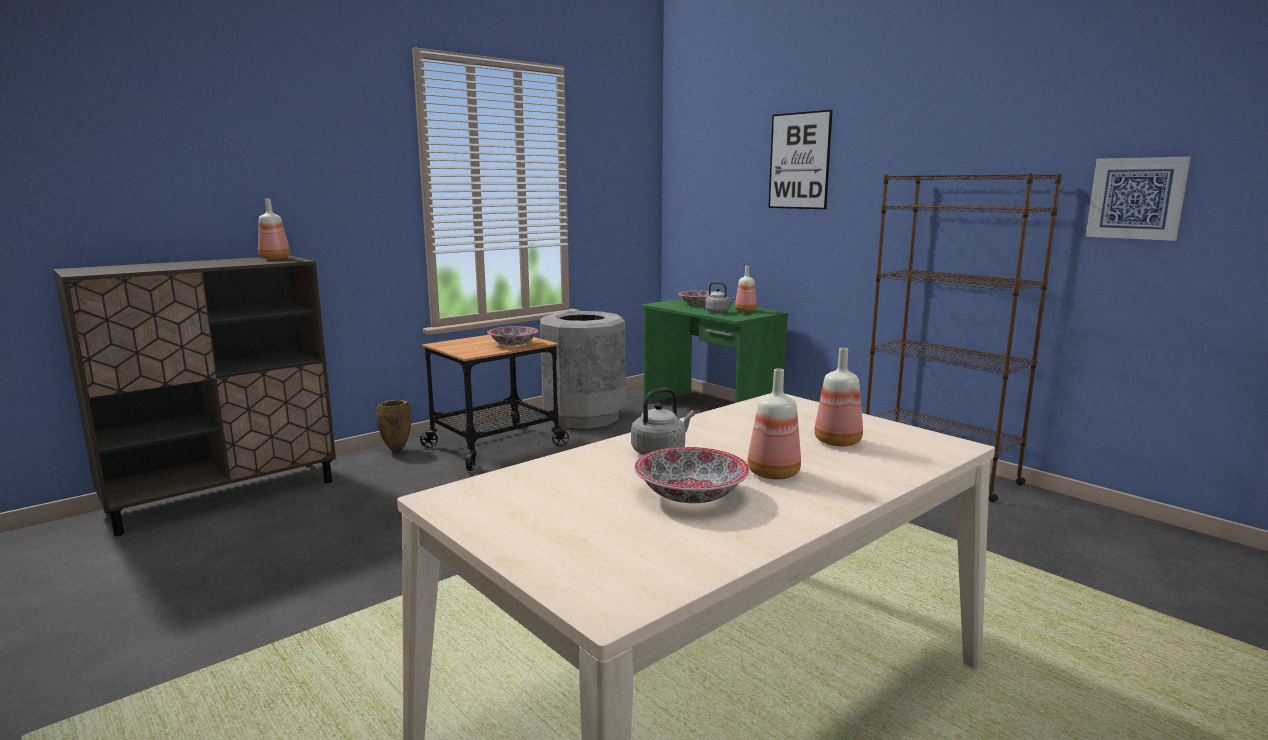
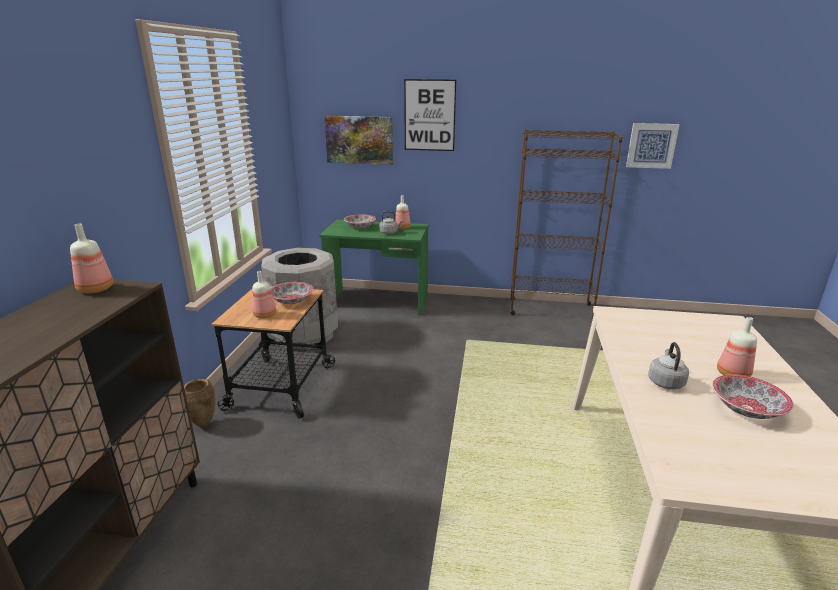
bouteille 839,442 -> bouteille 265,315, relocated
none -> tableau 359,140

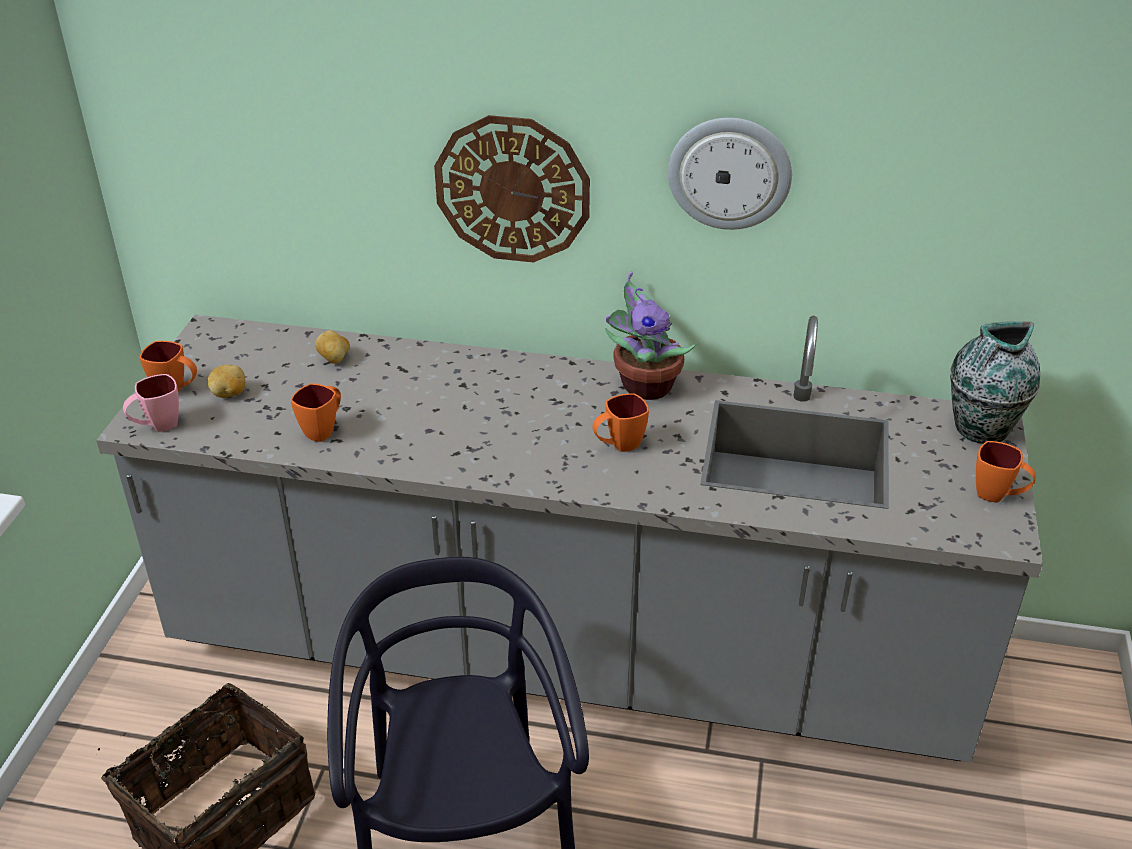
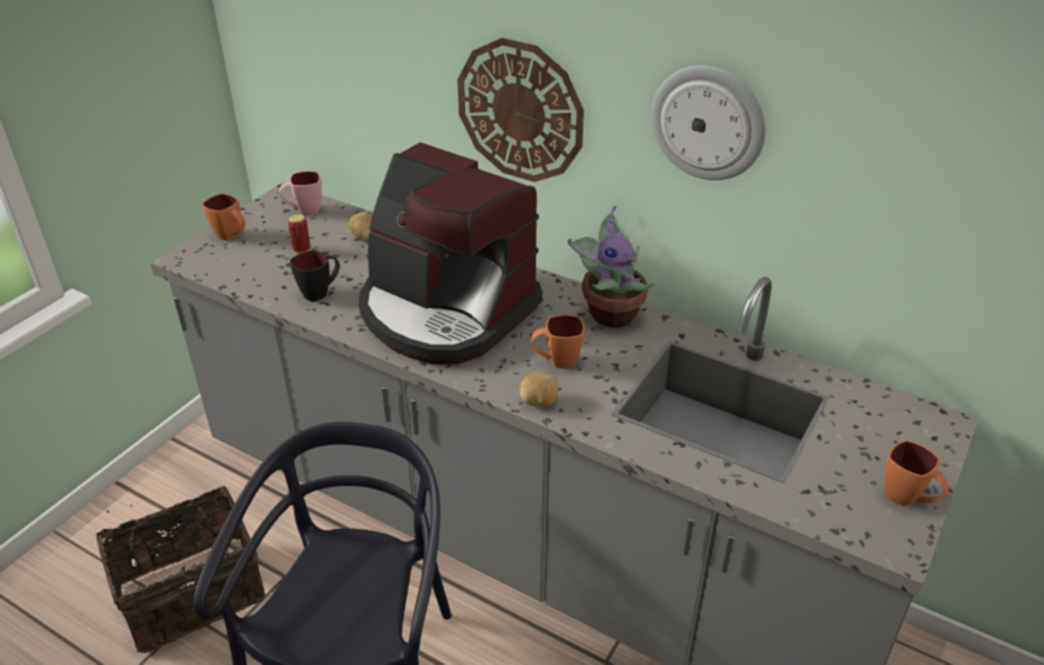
mug [rose] 157,426 -> mug [rose] 304,211, relocated
pomme de terre 229,394 -> pomme de terre 539,402, relocated
mug [orange] 323,429 -> mug [noir] 320,292
vase 980,429 -> none
none -> boîte métallique 302,251
none -> machine à café 445,312

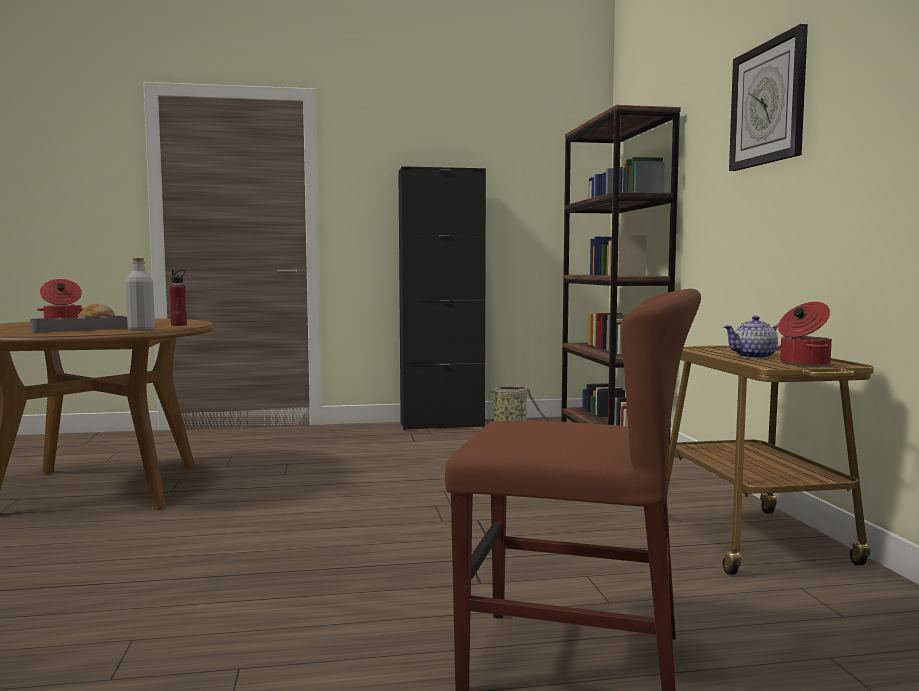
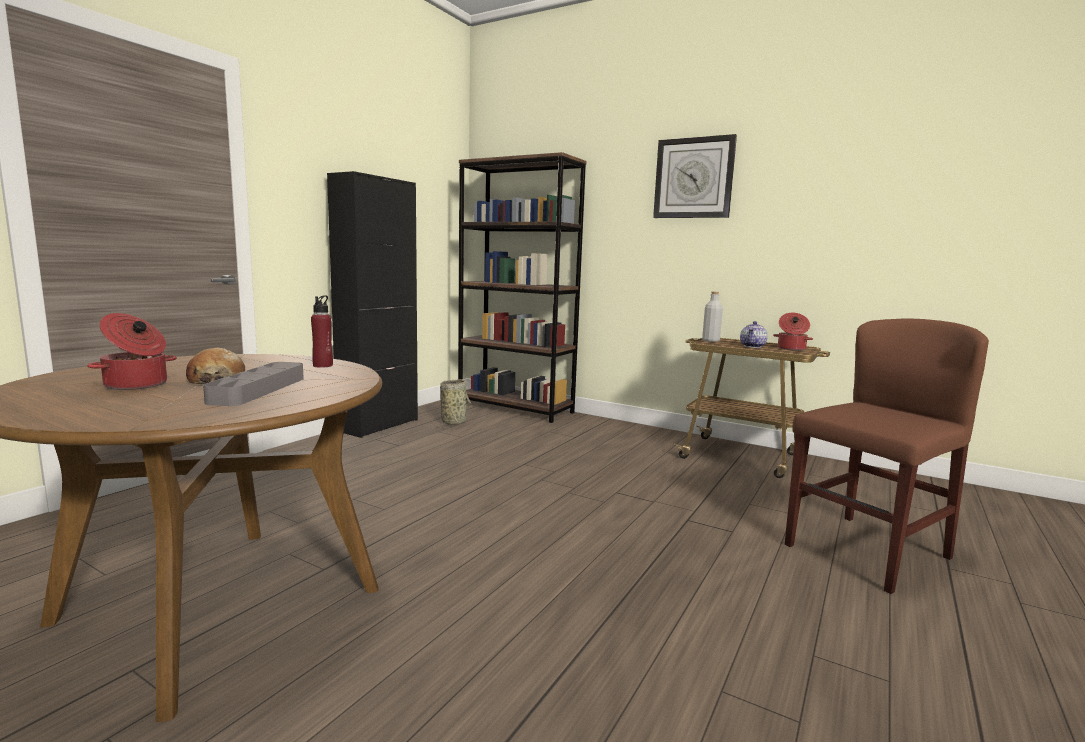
bouteille [gris] 141,330 -> bouteille [gris] 710,340, relocated

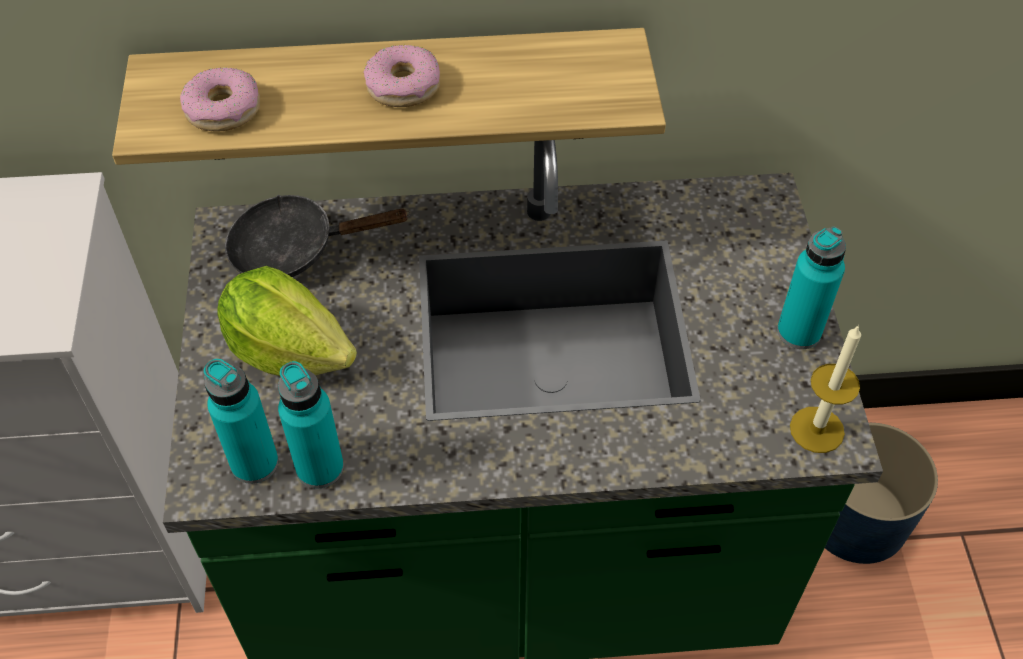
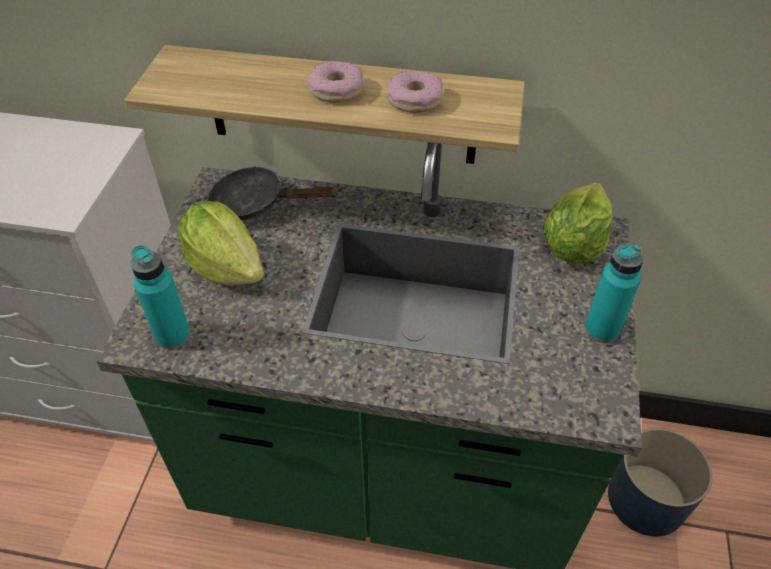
beignet 223,109 -> beignet 415,99, relocated
bouteille [turquoise] 320,467 -> none
bougie 817,429 -> none
none -> laitue 573,244

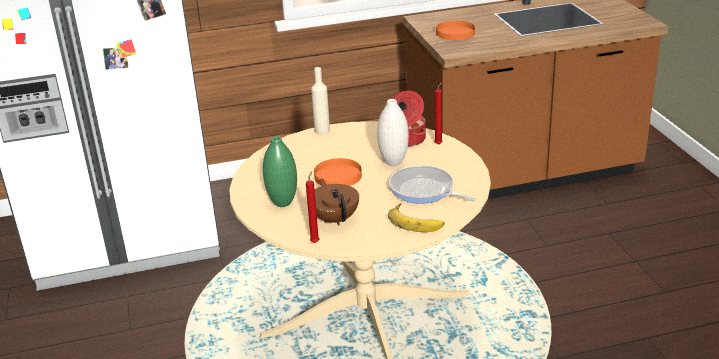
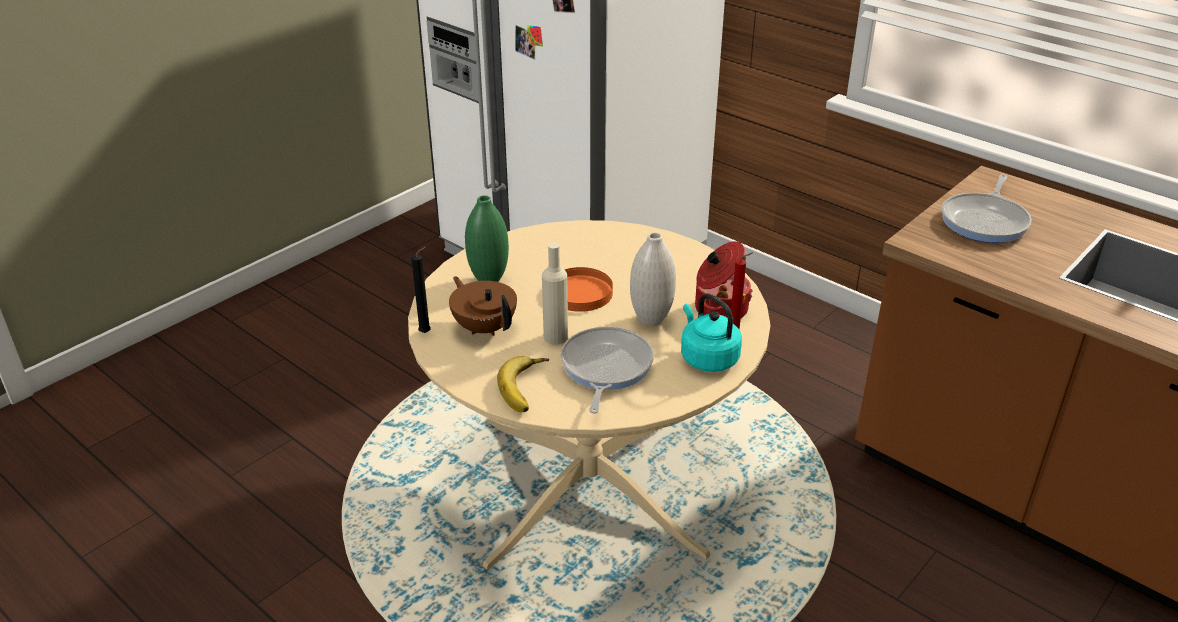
bougie [rouge] 315,242 -> bougie [noir] 427,332
bouteille [beige] 322,131 -> bouteille [beige] 555,337, relocated
théière [marron] 335,219 -> théière [marron] 484,327, 75 degrees counterclockwise
assiette [orange] 455,33 -> poêle 985,221
none -> bouilloire [turquoise] 707,358

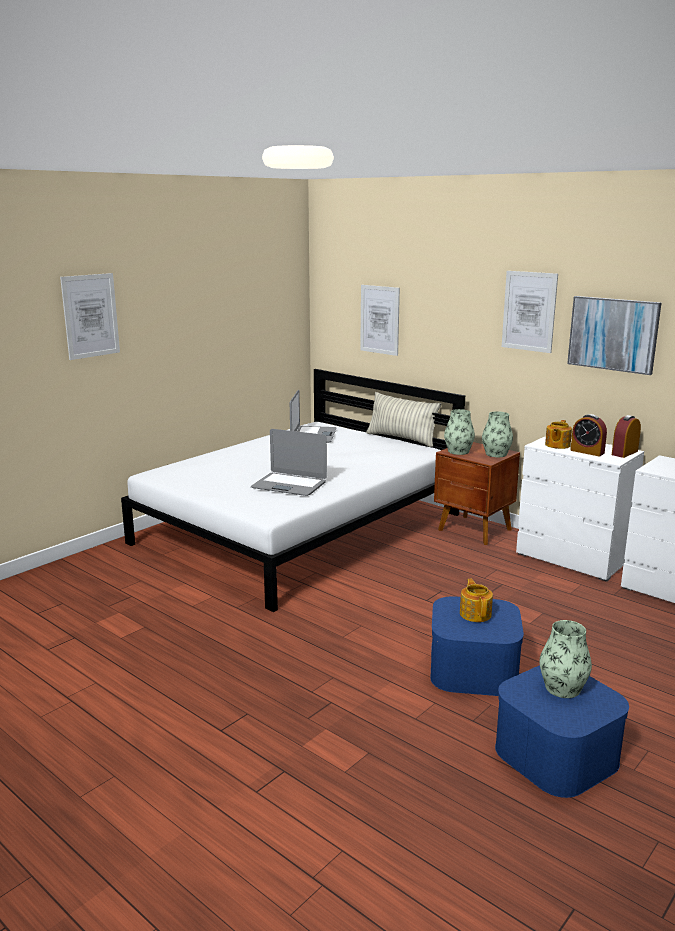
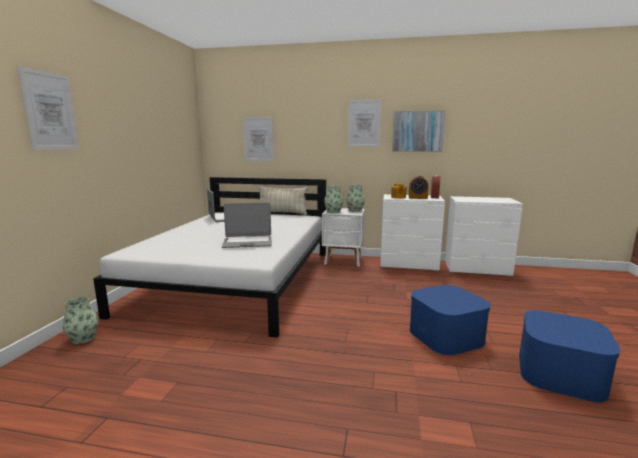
table de chevet [marron] 474,530 -> table de chevet [blanc] 344,261
théière 475,614 -> none
vase 562,688 -> vase 83,338, relocated

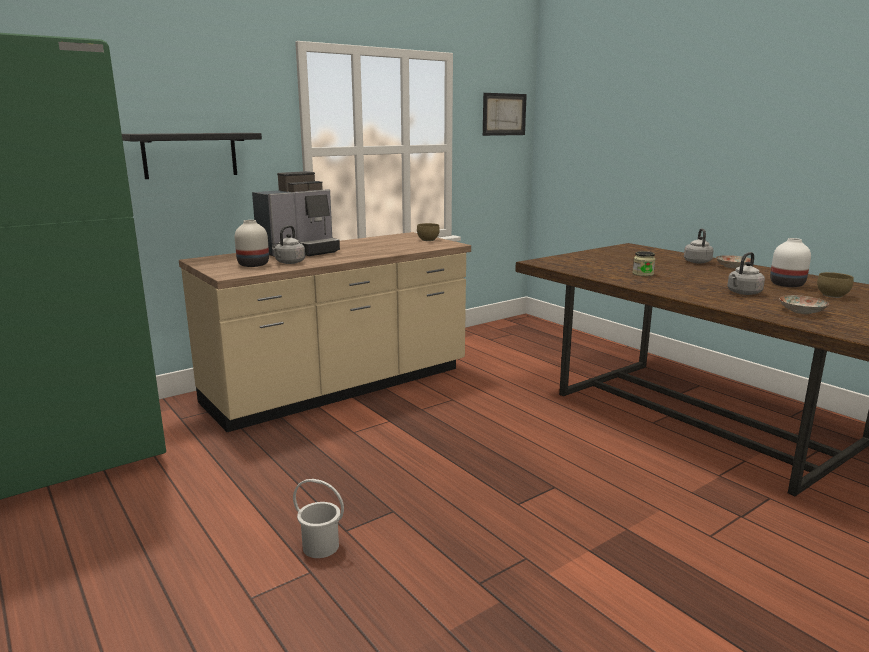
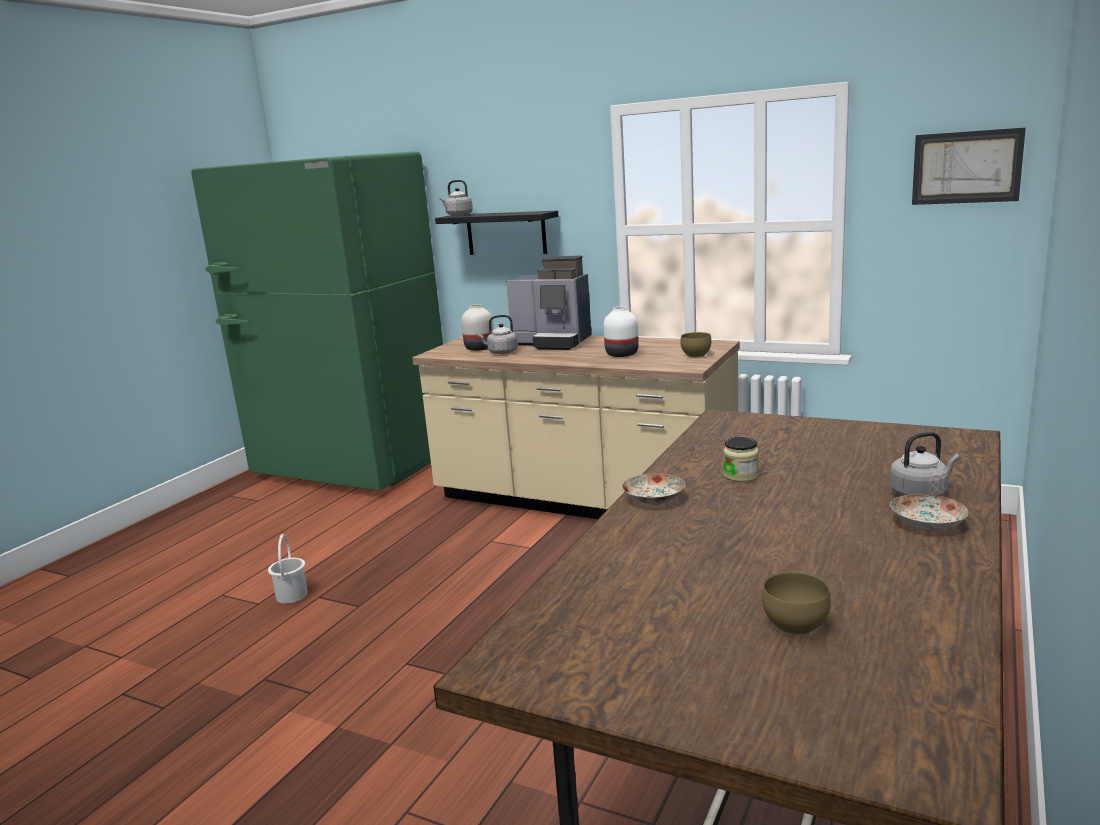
bouilloire [gris] 743,293 -> bouilloire [gris] 458,215, relocated
vase [blanc] 786,284 -> vase [blanc] 622,354, relocated
assiette 802,311 -> assiette 653,500, relocated

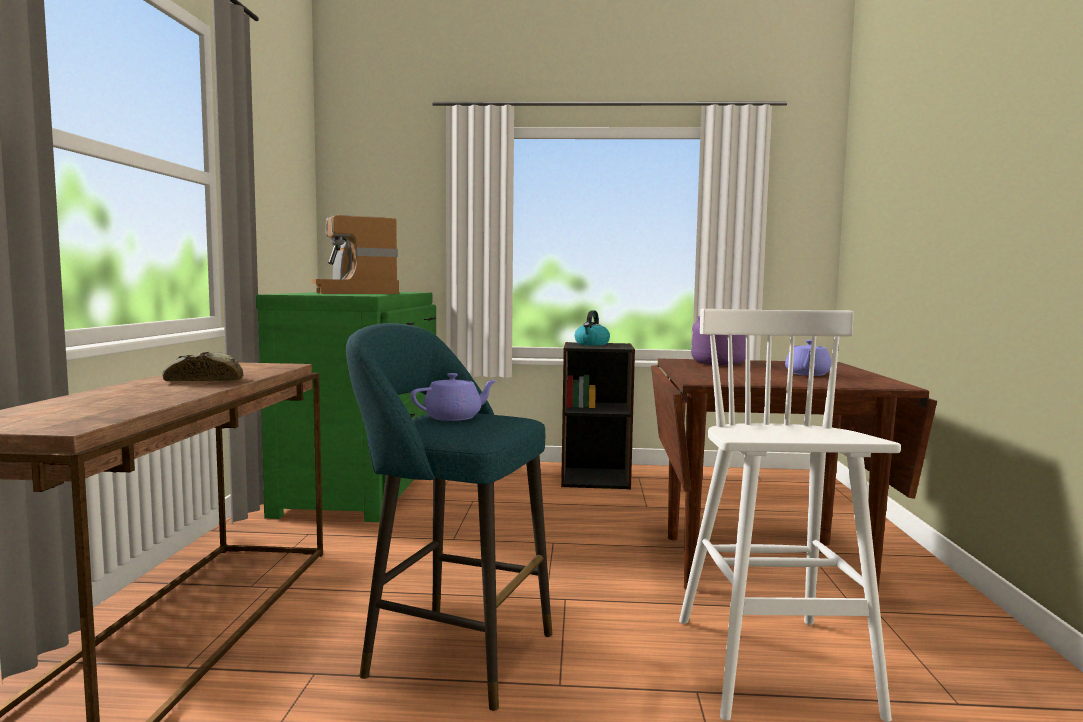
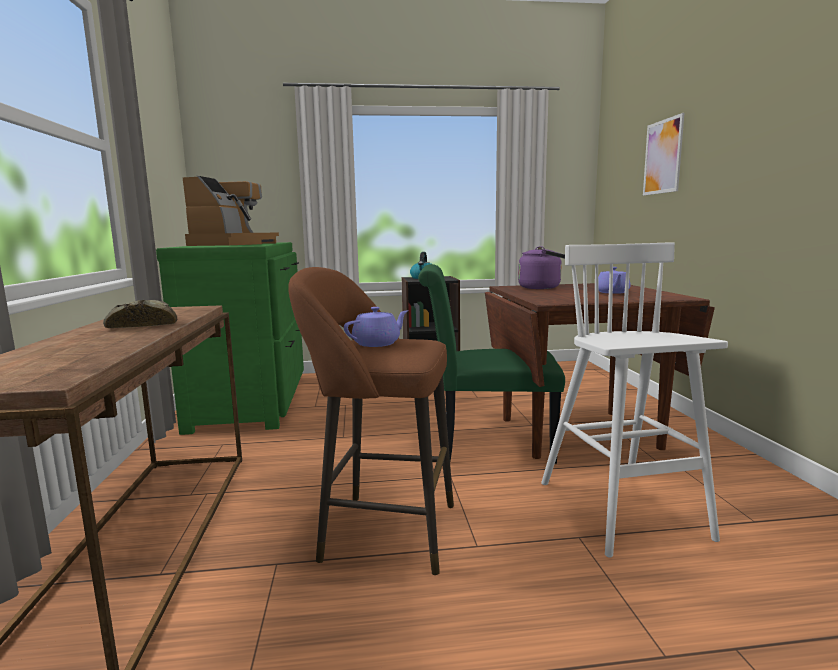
machine à café 353,293 -> machine à café 233,244, 135 degrees counterclockwise
tabouret [turquoise] 450,652 -> tabouret [marron] 381,530
none -> chaise [vert] 486,445
none -> tableau 663,157

